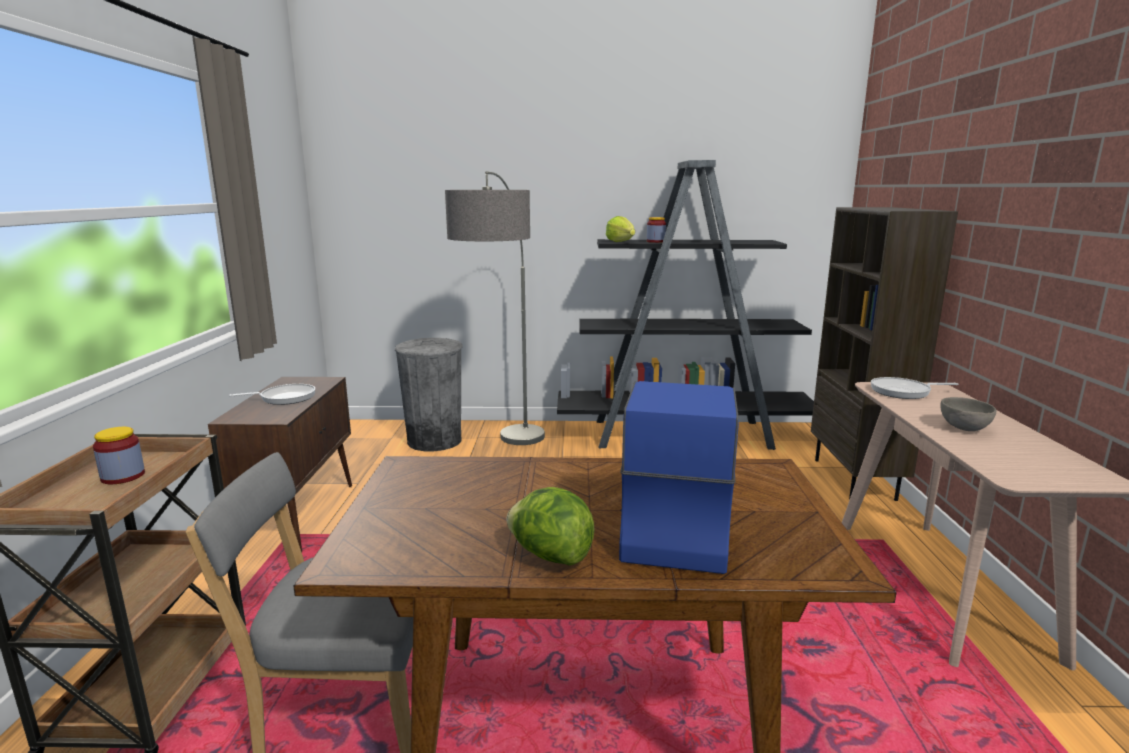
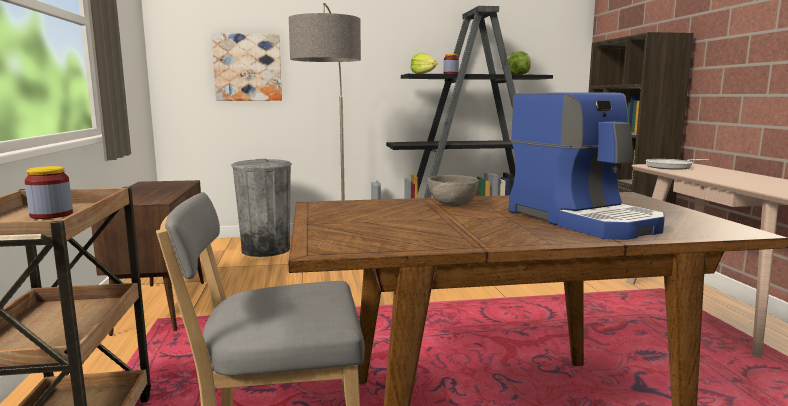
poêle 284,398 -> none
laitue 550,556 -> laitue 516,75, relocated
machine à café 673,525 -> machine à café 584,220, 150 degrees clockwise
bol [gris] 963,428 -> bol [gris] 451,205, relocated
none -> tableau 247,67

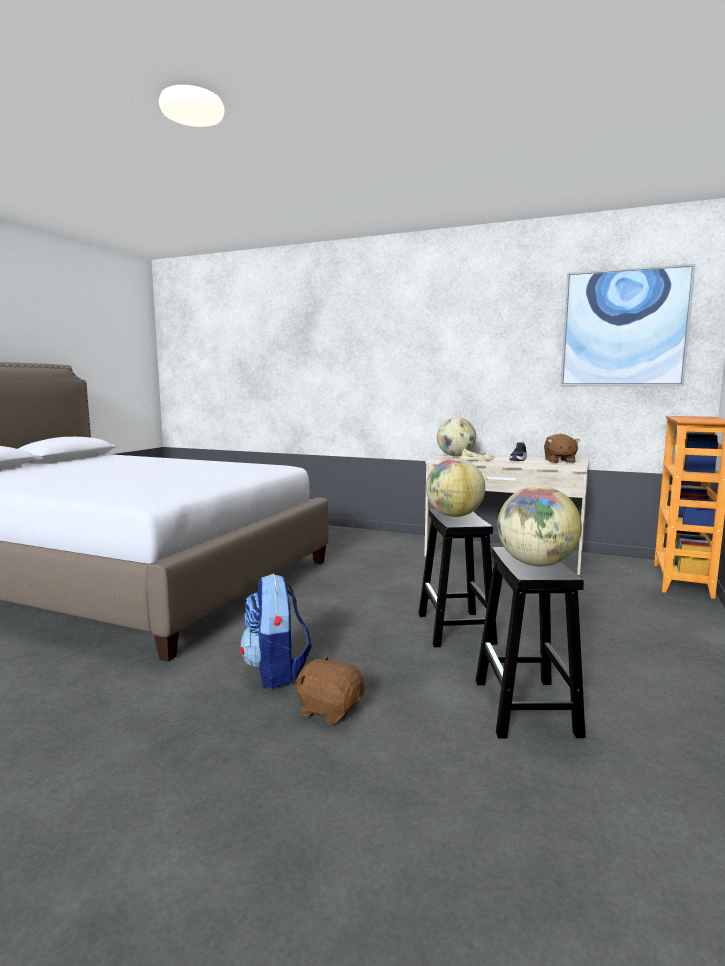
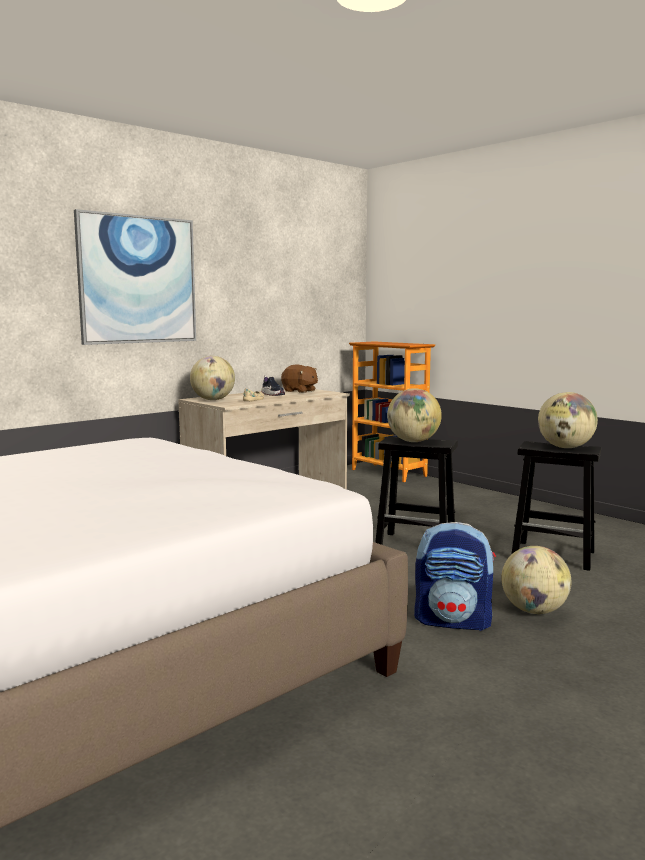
peluche [marron] 329,709 -> globe 534,611
tableau 624,328 -> tableau 138,280, relocated

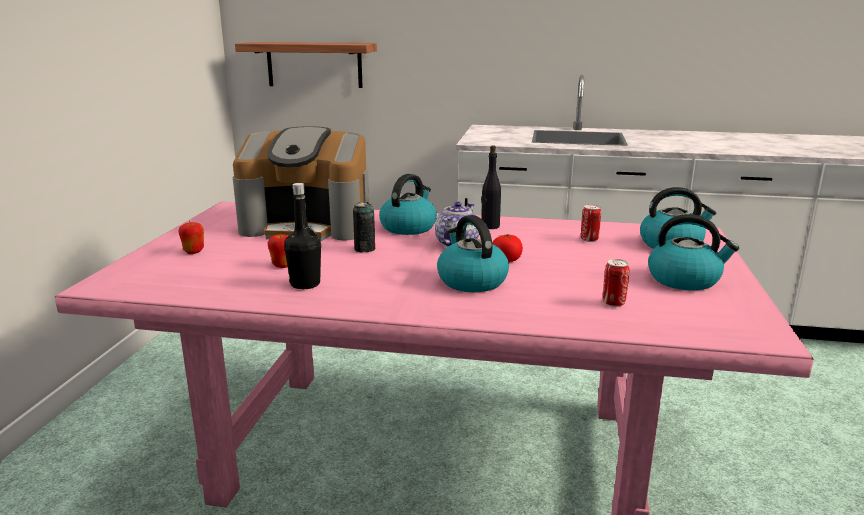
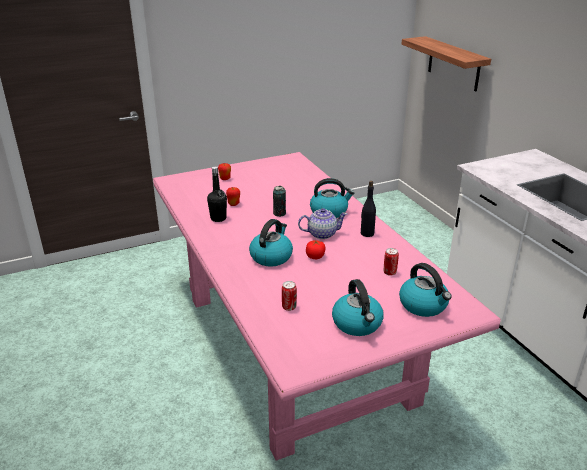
machine à café 308,225 -> none

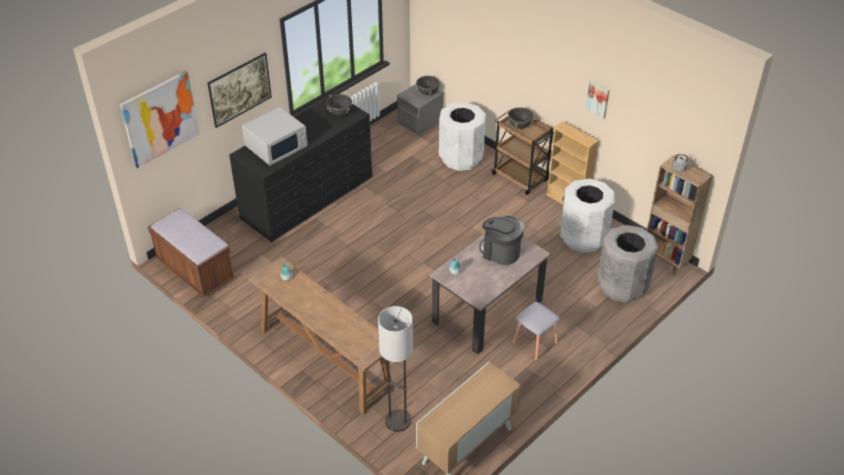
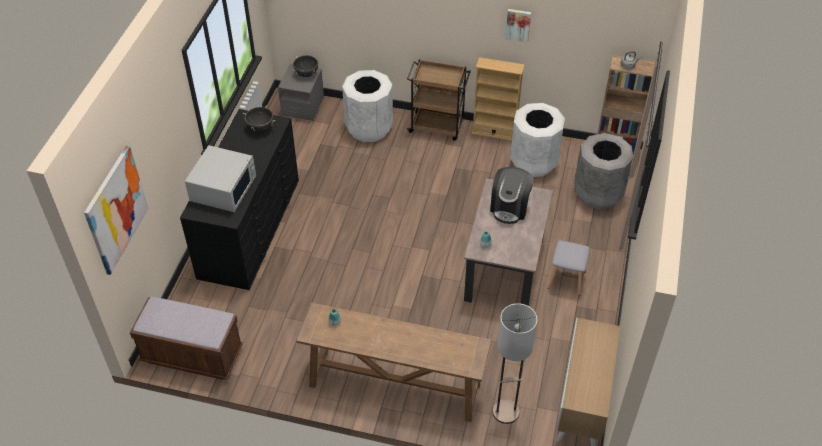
tableau 241,100 -> none
machine à café 500,252 -> machine à café 510,207, 75 degrees counterclockwise
marmite [noir] 519,126 -> none

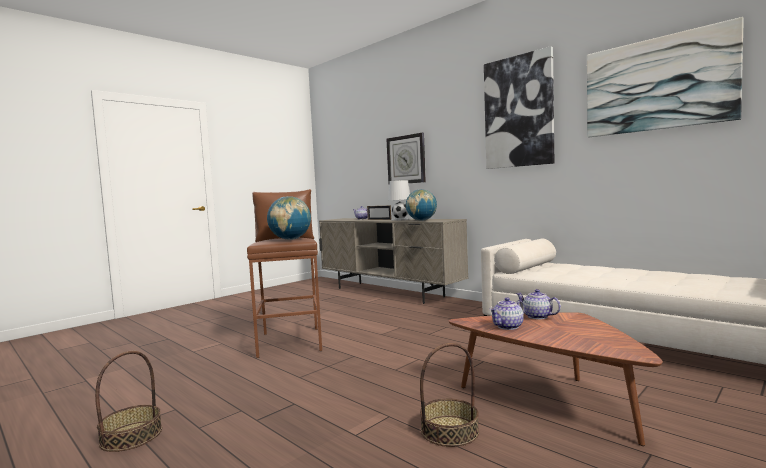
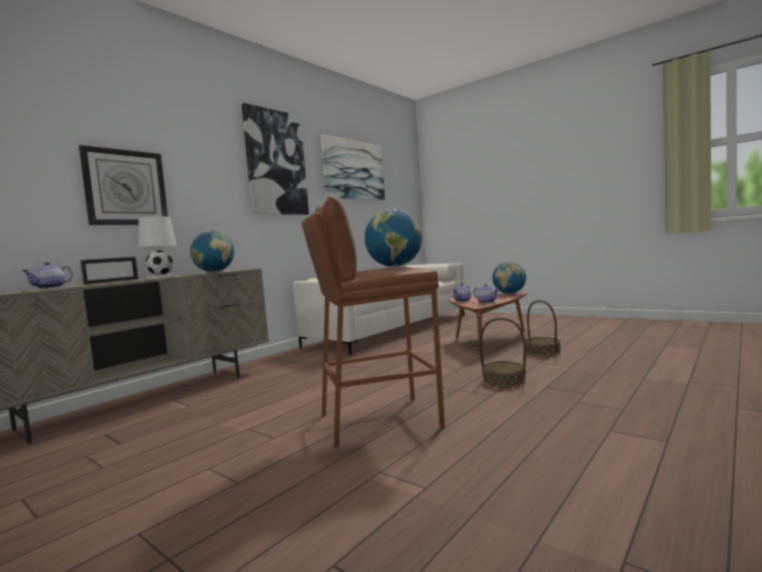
panier 131,436 -> panier 503,380, relocated
none -> globe 509,294

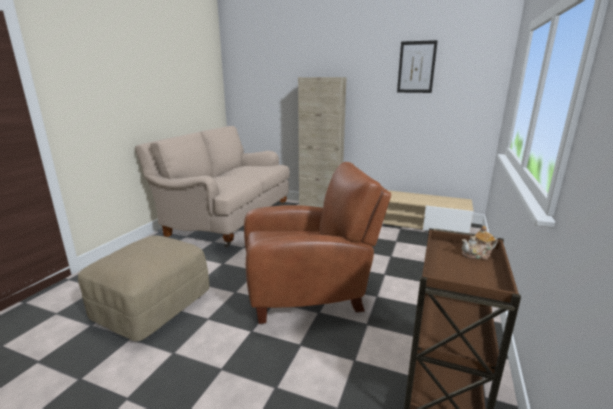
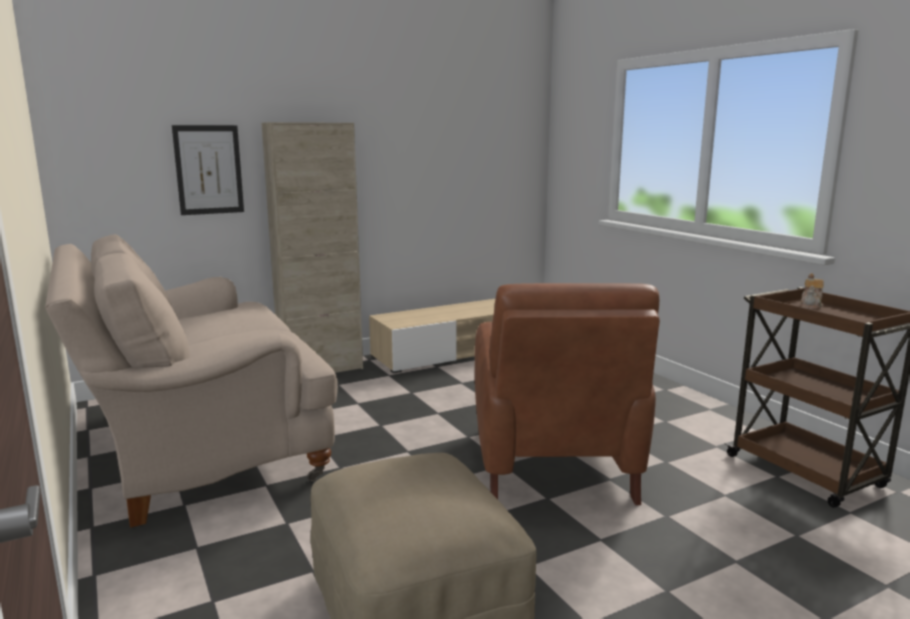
fauteuil [marron] 309,291 -> fauteuil [marron] 553,466, 150 degrees clockwise
tableau 416,67 -> tableau 209,170, relocated

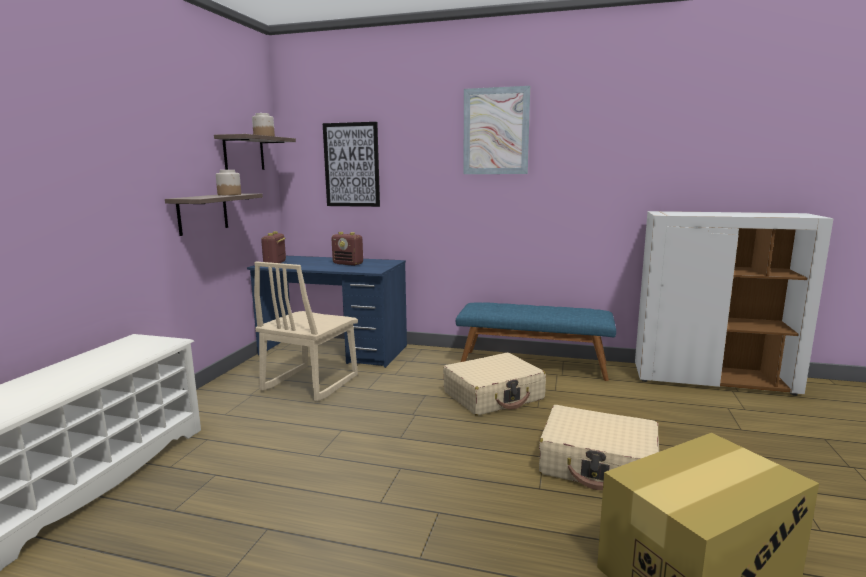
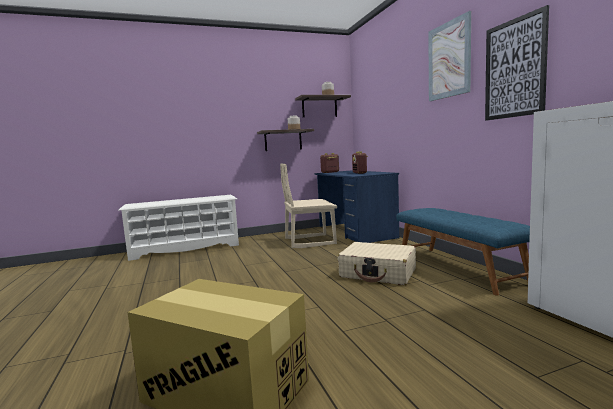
tableau 351,165 -> tableau 514,69, relocated
valise [beige] 599,465 -> none

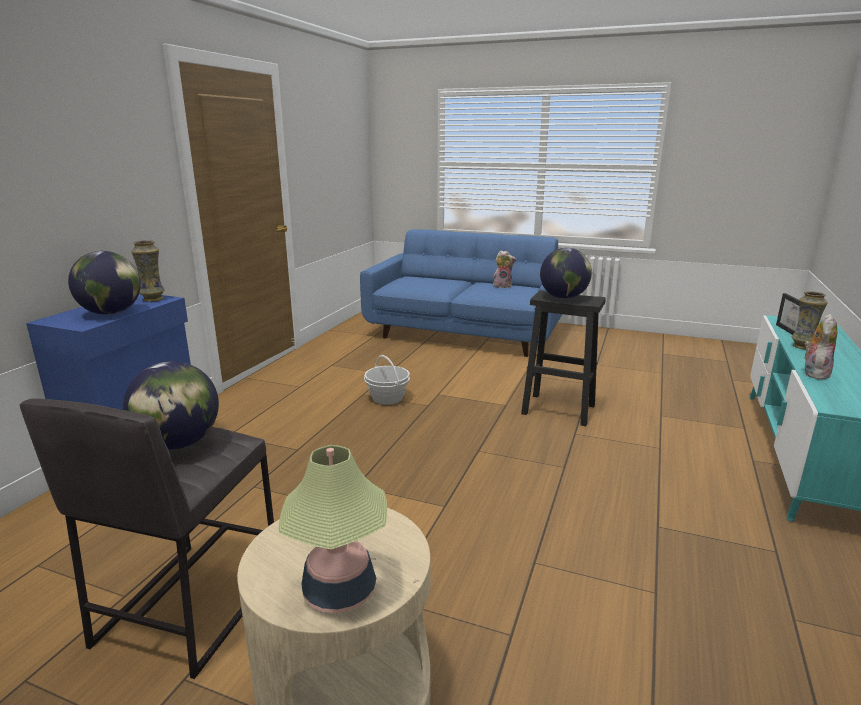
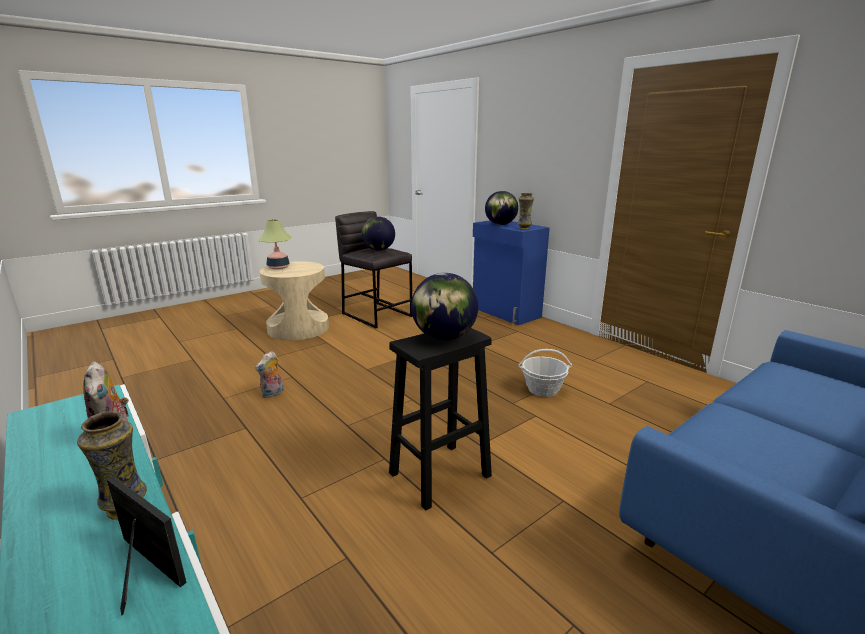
peluche 503,286 -> peluche 273,394, relocated

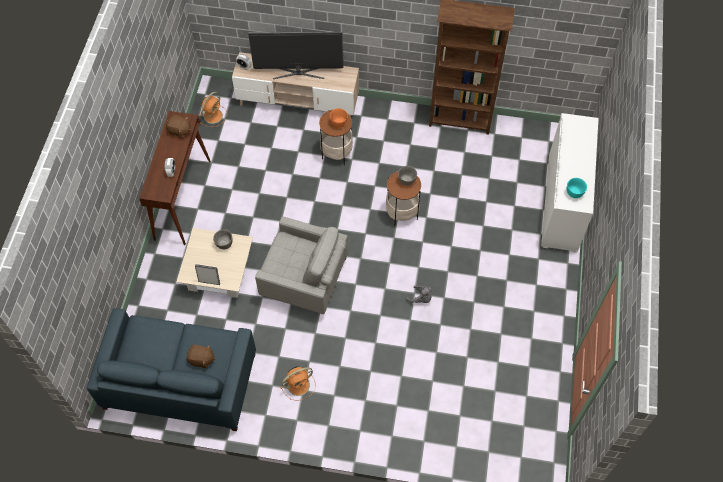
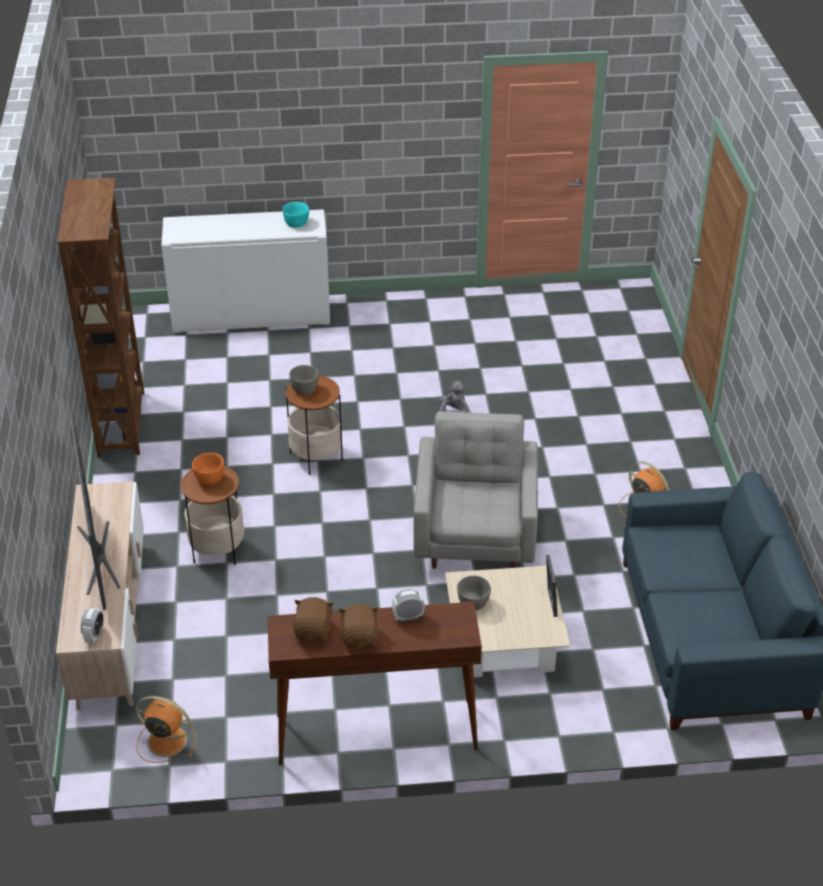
peluche [marron] 201,359 -> peluche [marron] 360,638, relocated

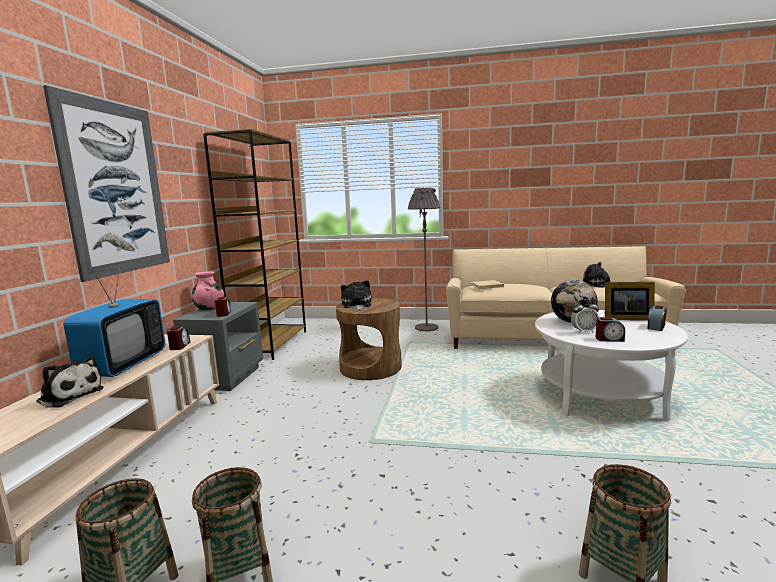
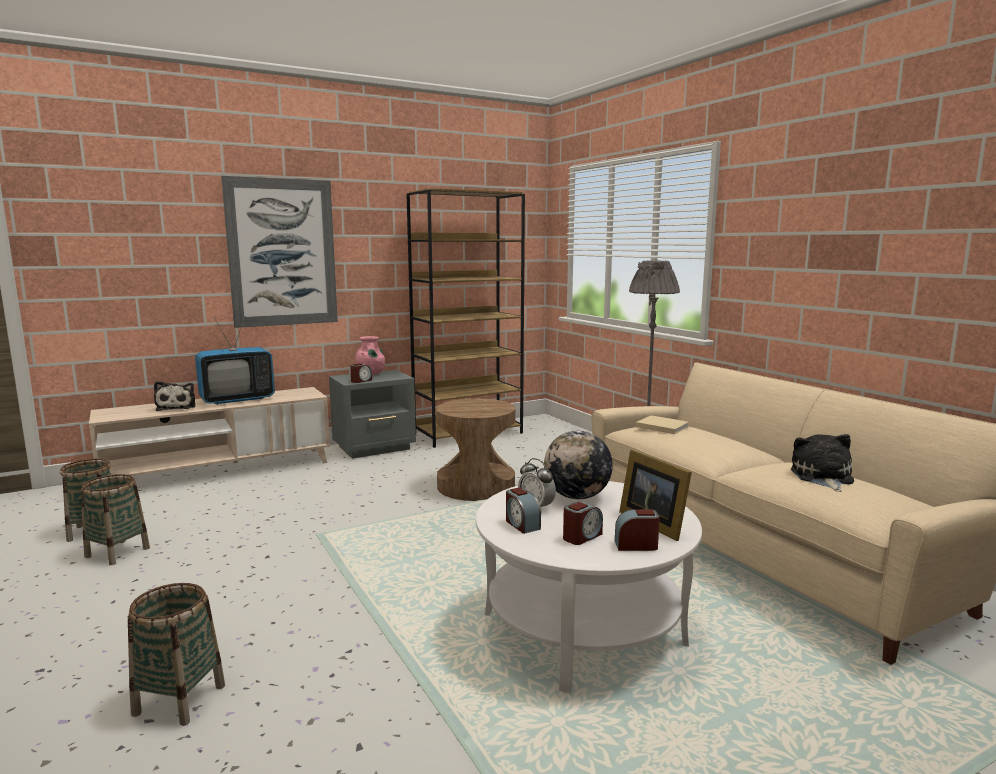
réveil 180,346 -> réveil 582,537, relocated
peluche 356,305 -> none

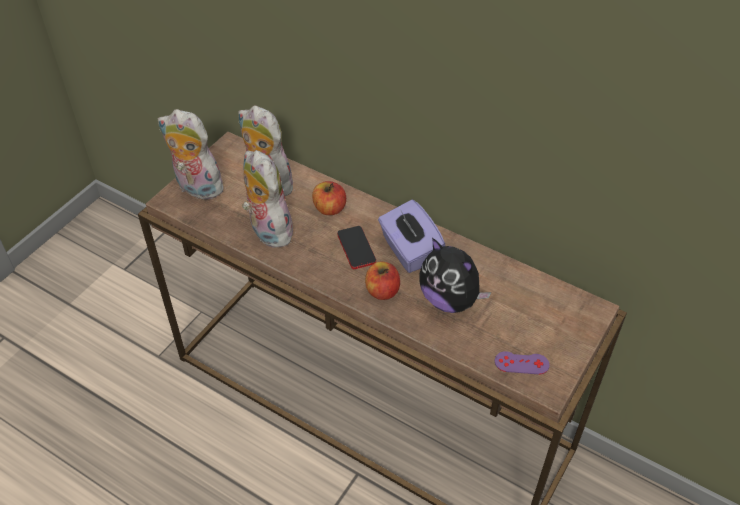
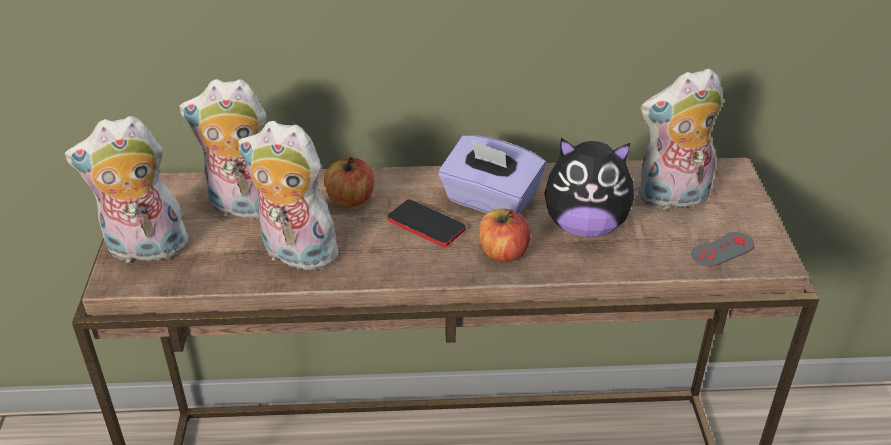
manette [violet] 521,363 -> manette [gris] 722,249
none -> peluche 672,198

